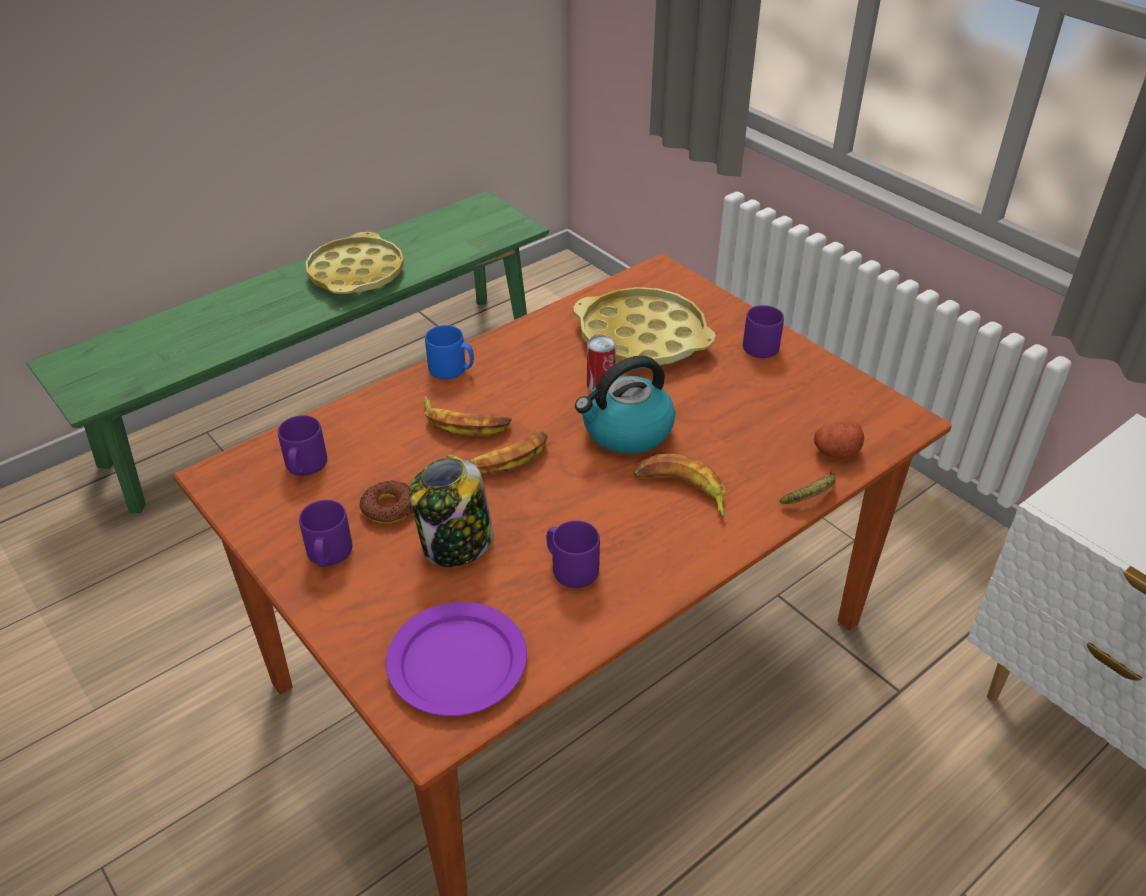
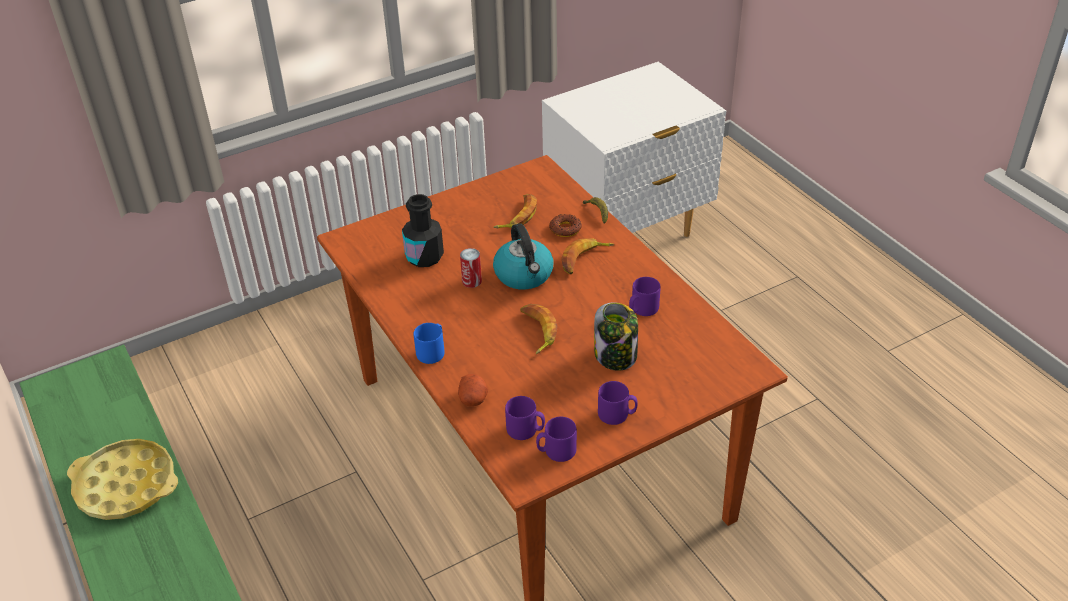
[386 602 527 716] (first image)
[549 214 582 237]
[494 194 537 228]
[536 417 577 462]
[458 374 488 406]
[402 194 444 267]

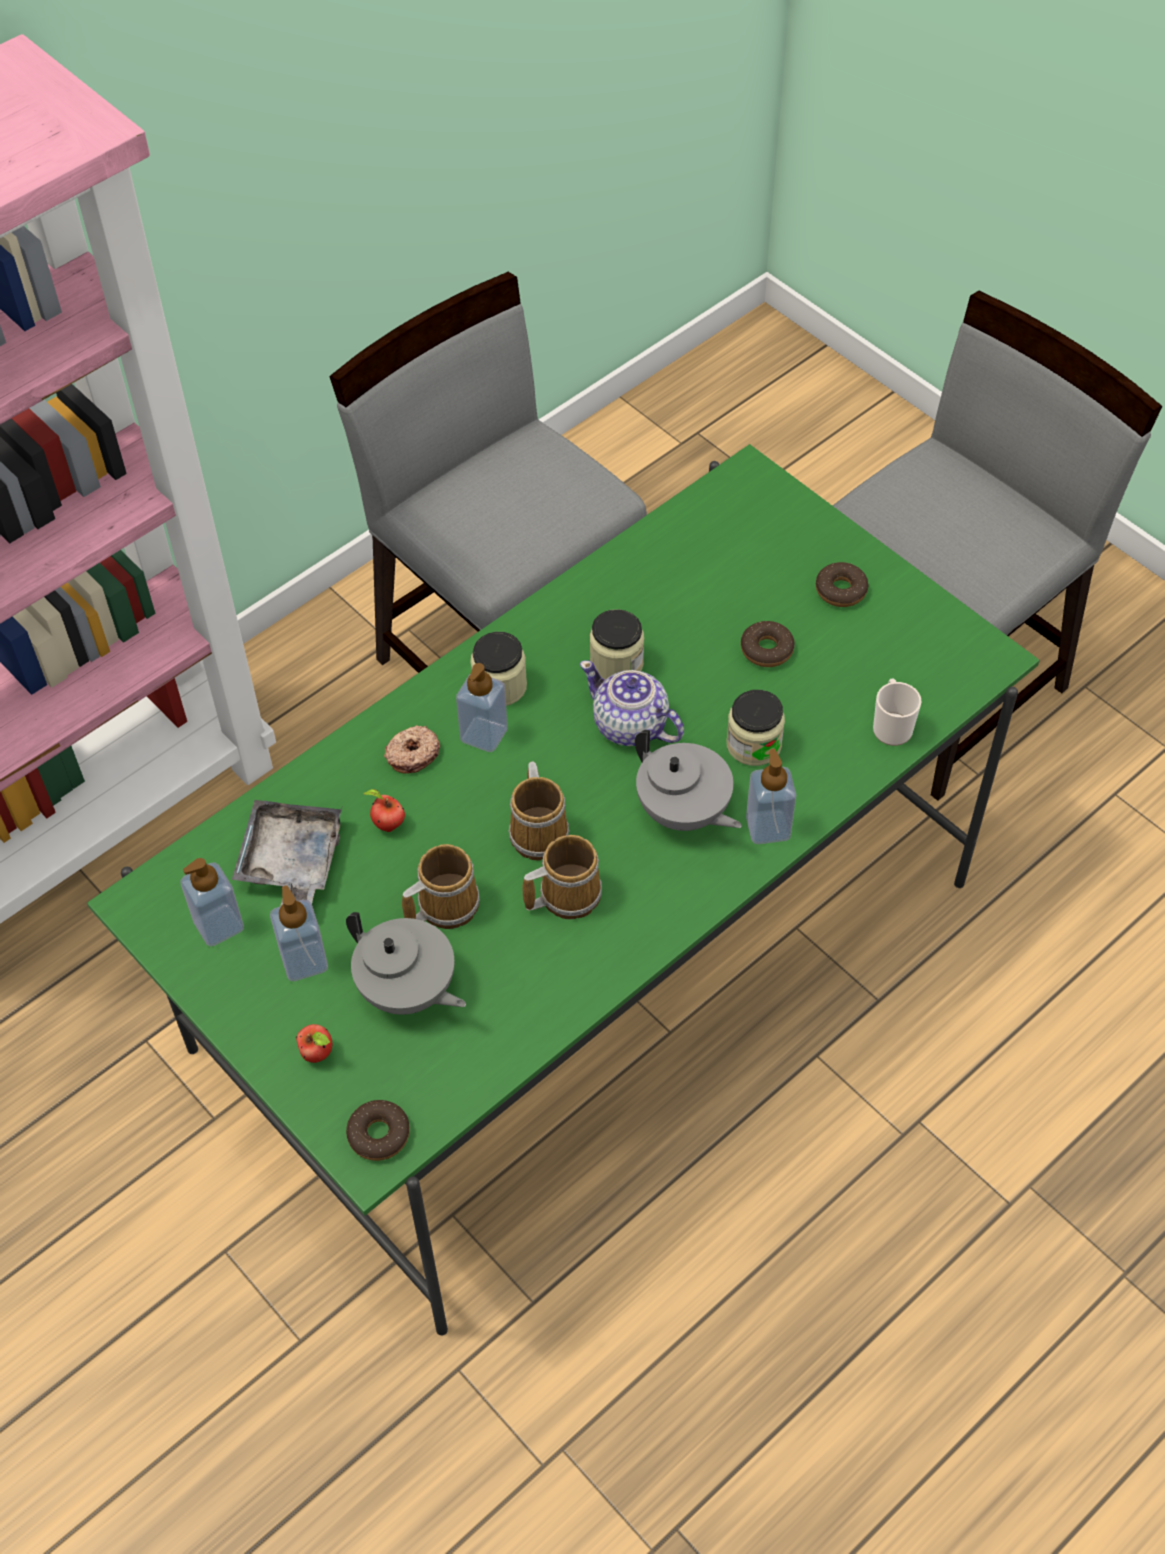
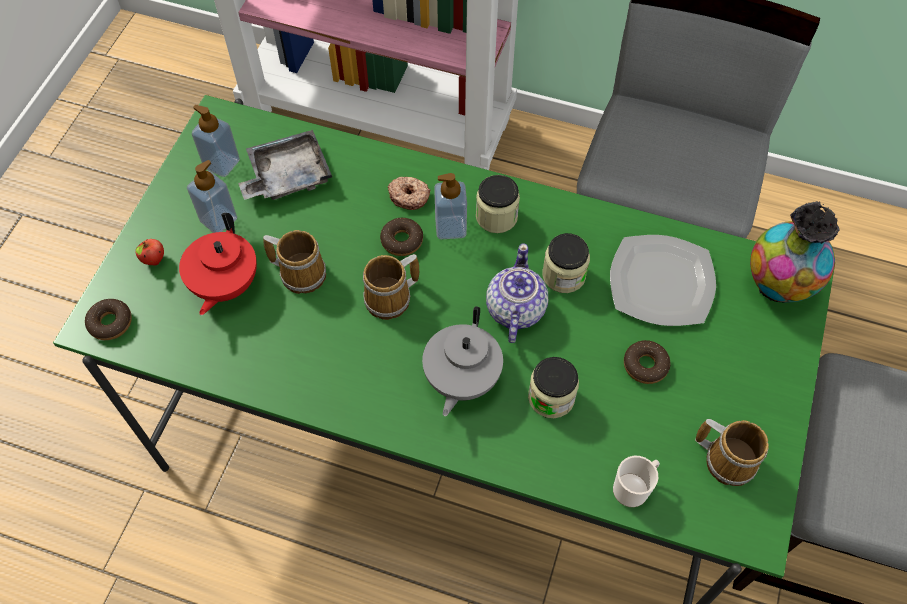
[363 789 405 832] (first image)
[746 749 796 844] (first image)
[610 235 716 326]
[750 201 839 303]
[695 419 769 486]
[380 218 423 256]
[179 213 257 315]

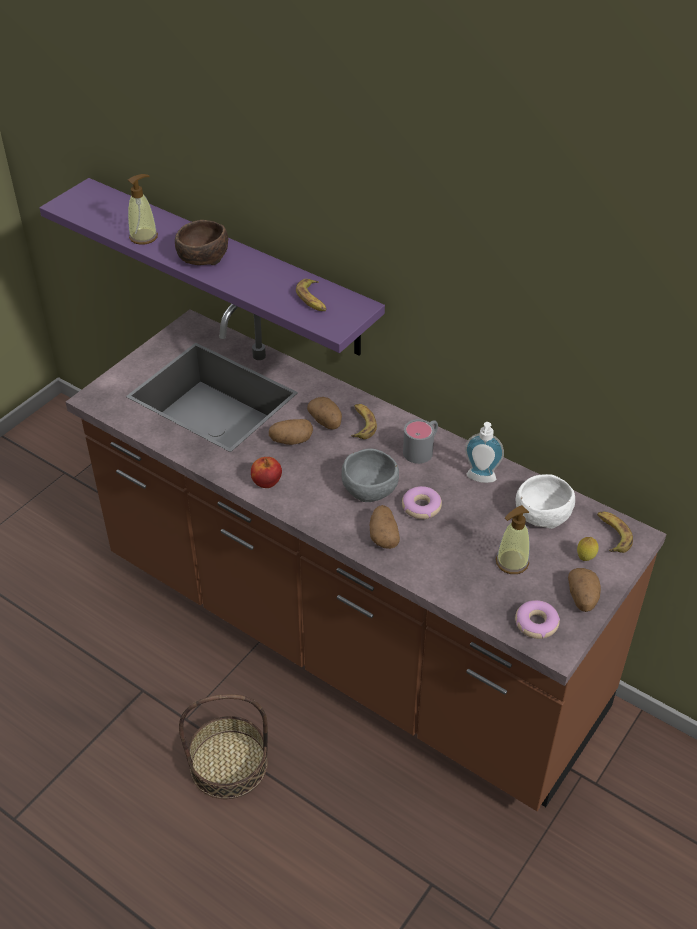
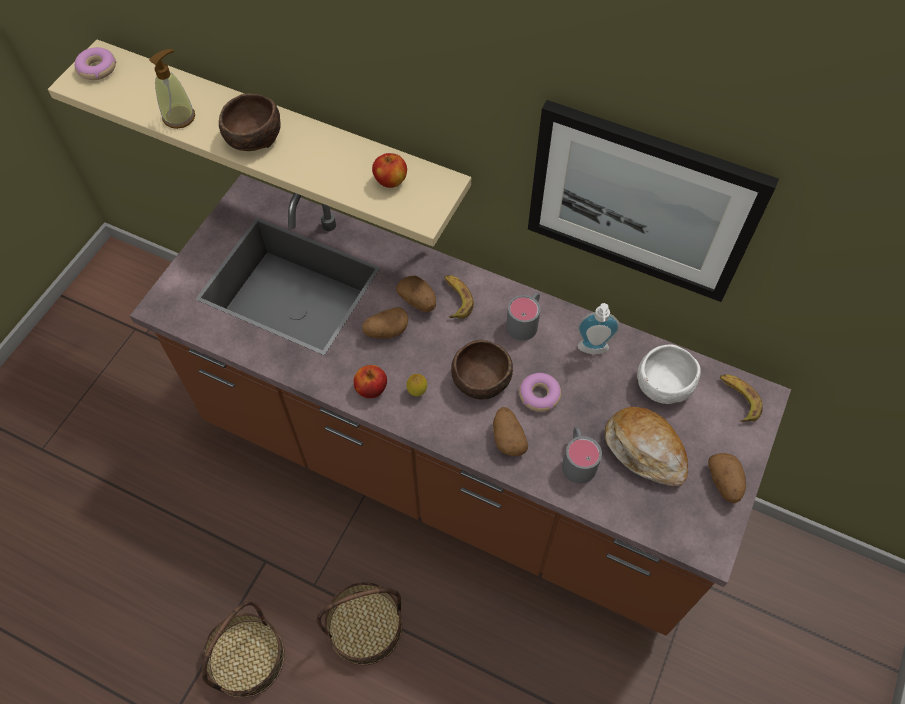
[201 601 285 698]
[528 100 779 302]
[562 427 602 483]
[75 47 116 80]
[407 374 427 397]
[372 153 407 188]
[605 407 688 486]
[48 40 471 247]
[451 340 513 400]

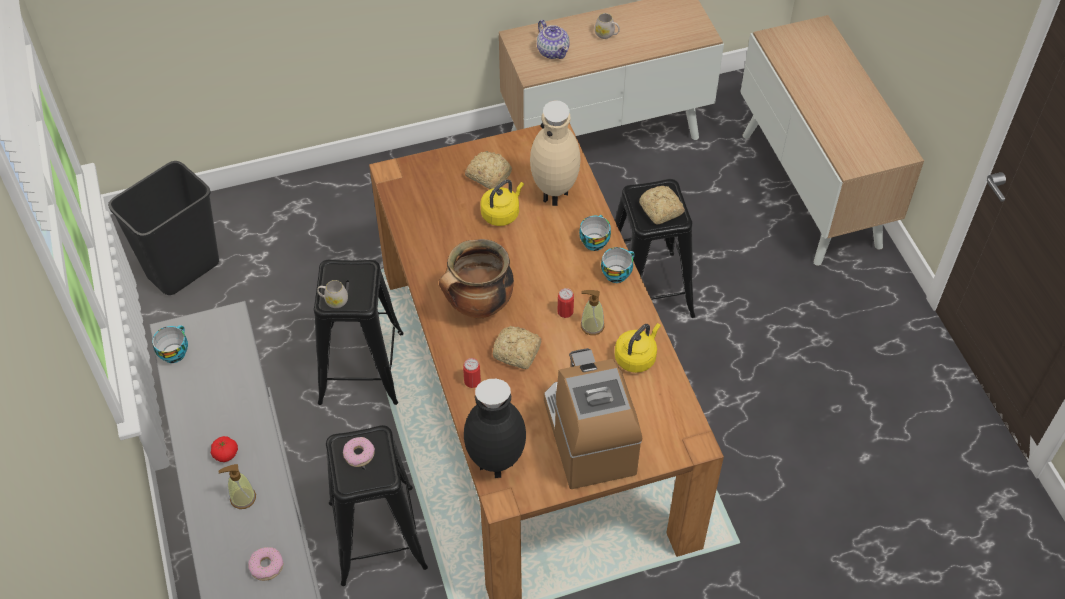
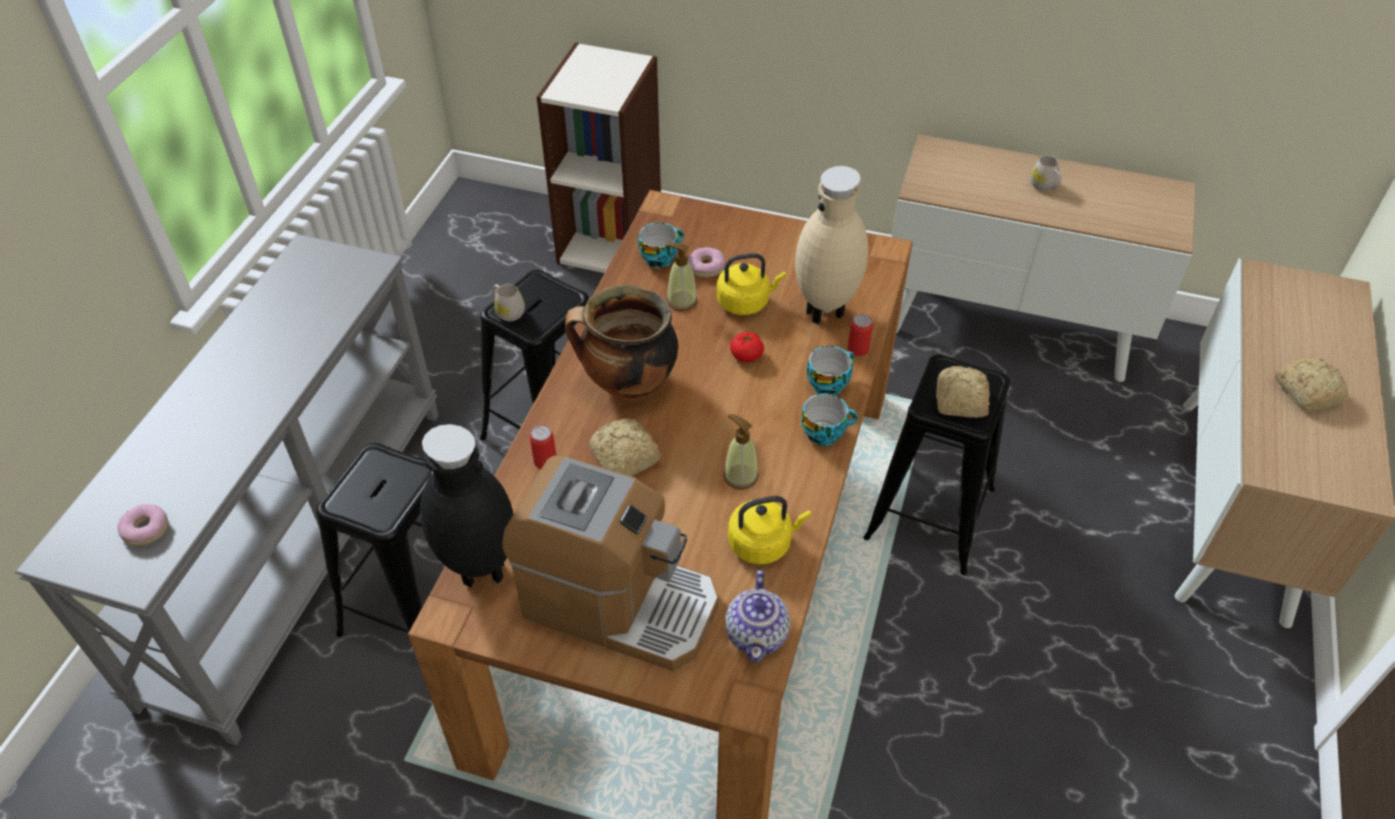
[108 161 219 295] (first image)
[537 42 661 273]
[638 222 684 268]
[730 332 764 362]
[665 242 697 311]
[688 247 725 278]
[1275 357 1348 411]
[725 570 790 663]
[848 314 873 356]
[502 456 718 671]

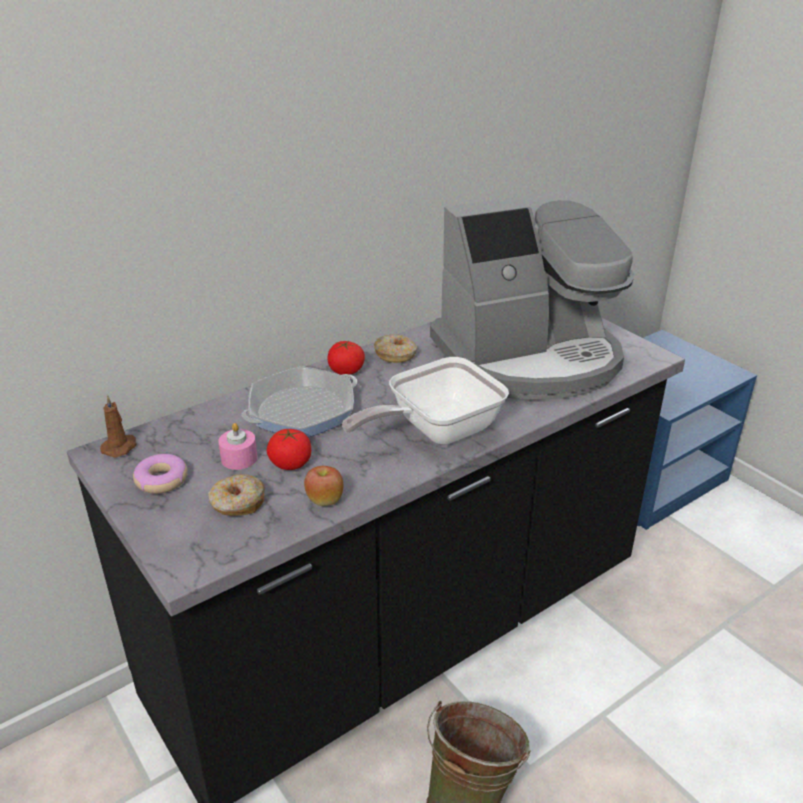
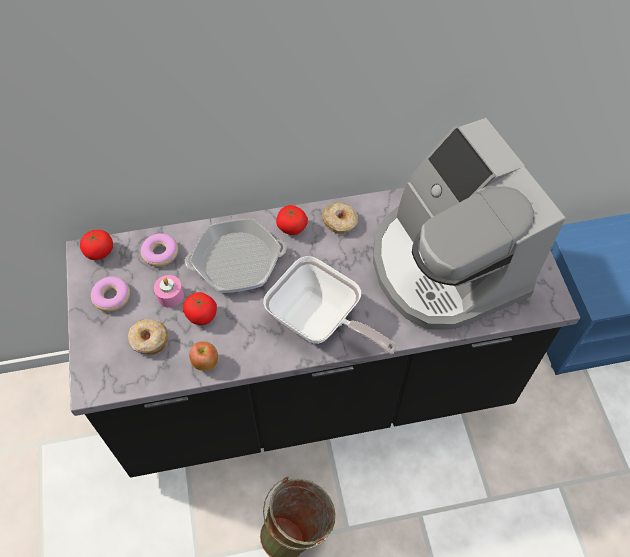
[141 234 178 267]
[80 230 113 260]
[263 256 396 354]
[373 118 566 330]

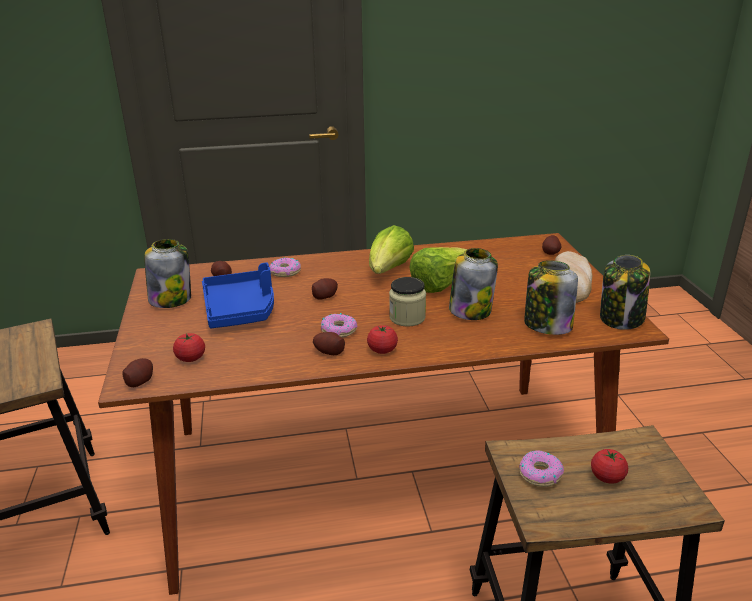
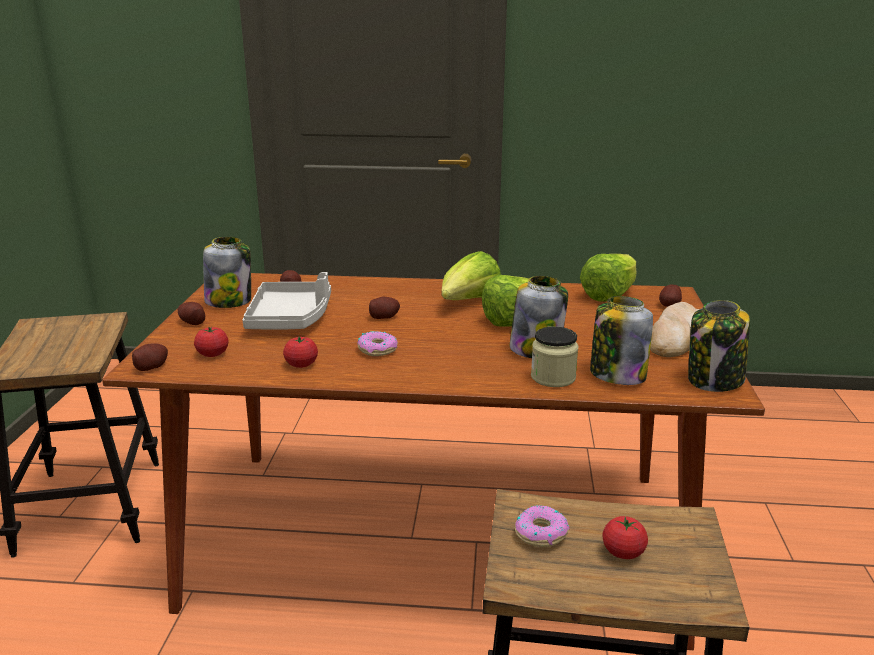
[269 258 301 277] (first image)
[580 254 637 302]
[177 302 205 325]
[283 337 318 368]
[531 326 578 387]
[242 272 331 330]

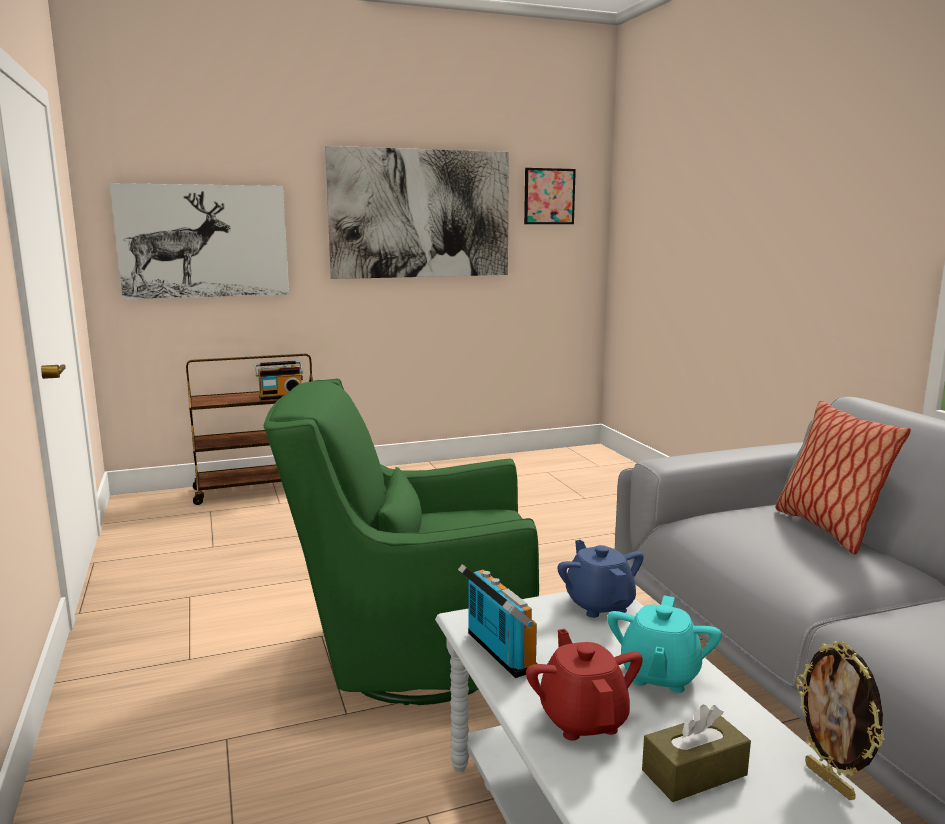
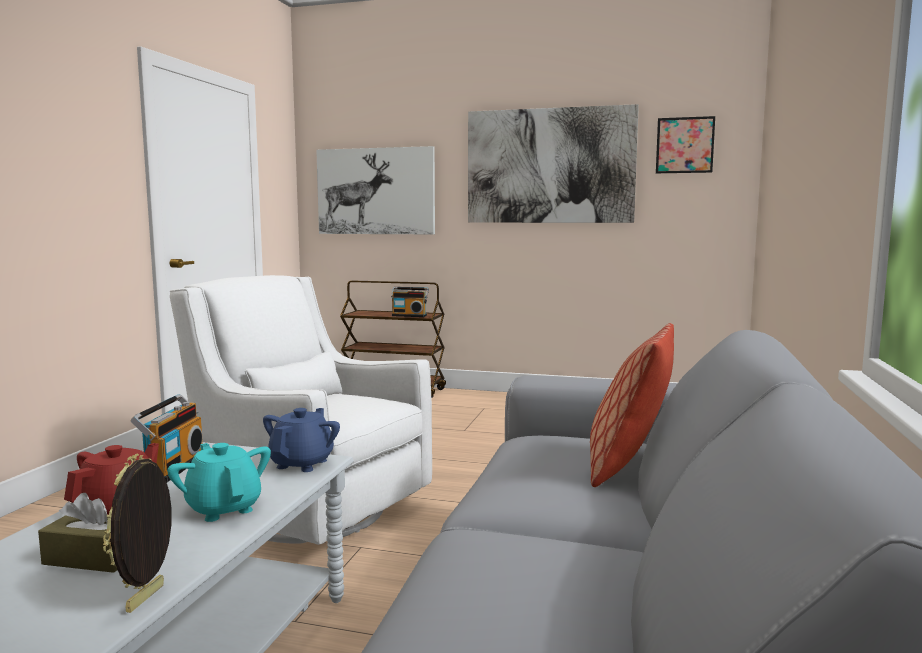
[170 275 432 545]
[167 443 271 522]

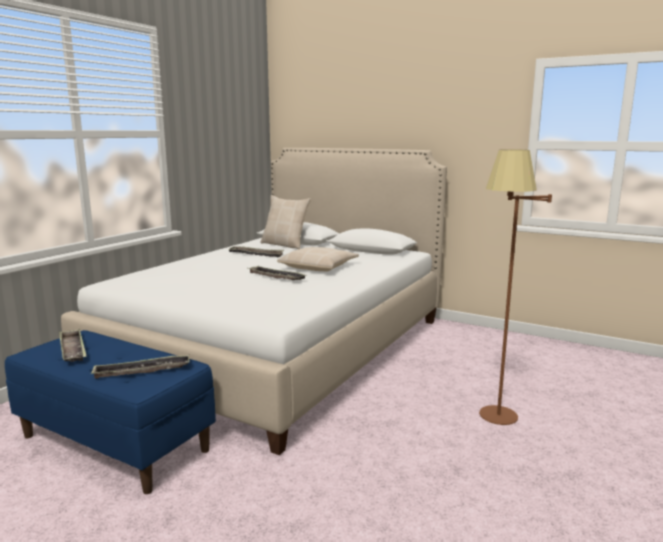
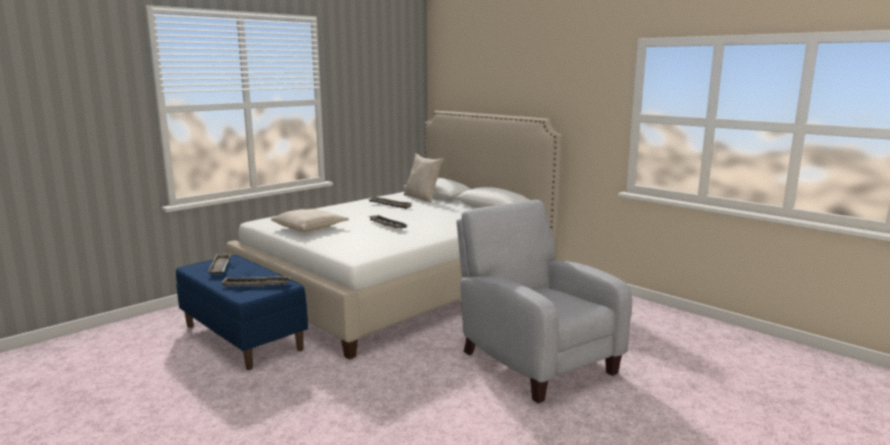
[271 209 349 232]
[457 200 632 403]

